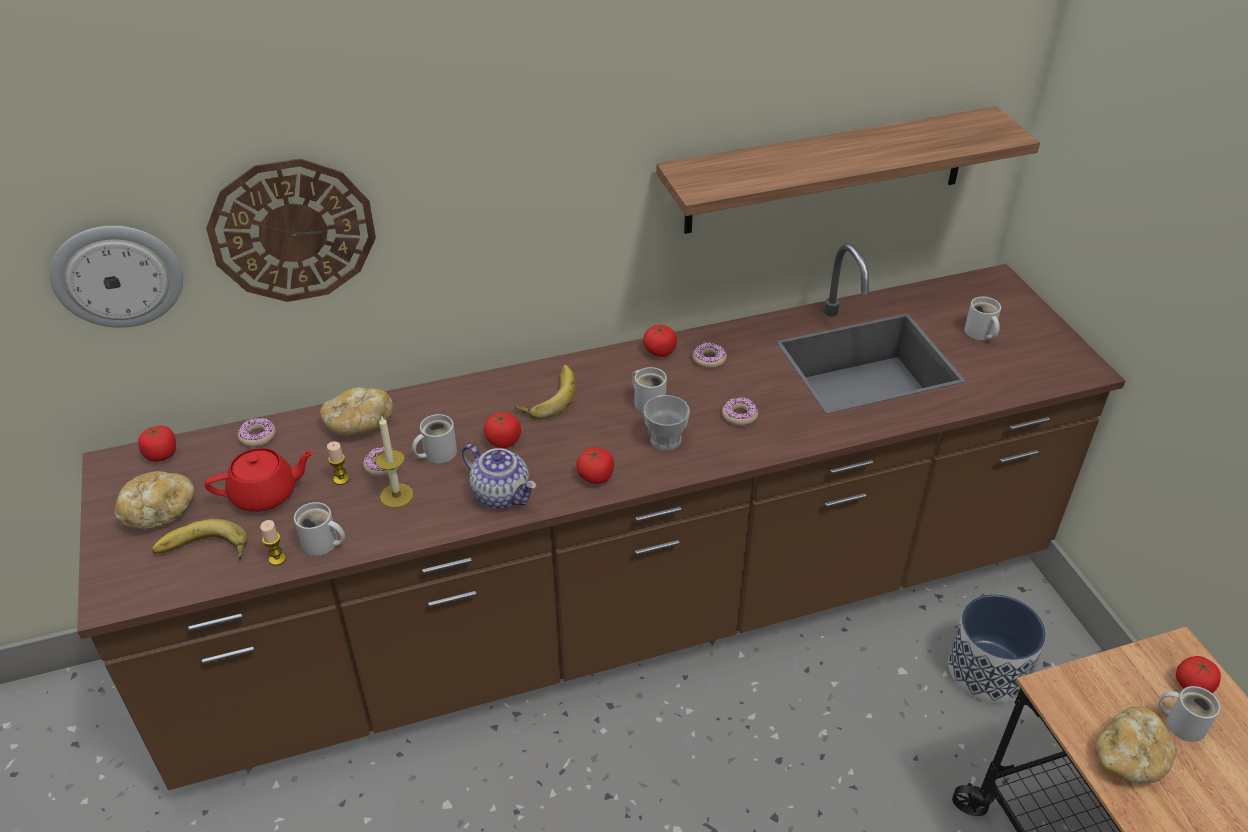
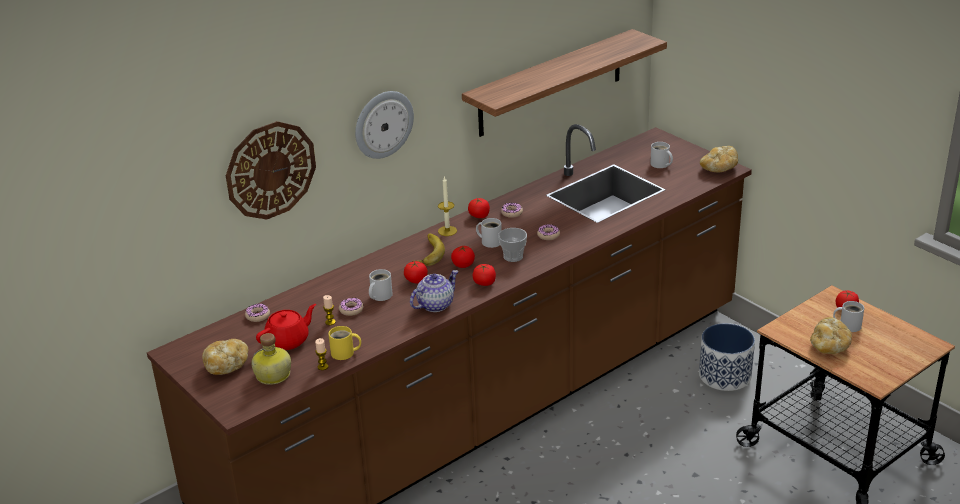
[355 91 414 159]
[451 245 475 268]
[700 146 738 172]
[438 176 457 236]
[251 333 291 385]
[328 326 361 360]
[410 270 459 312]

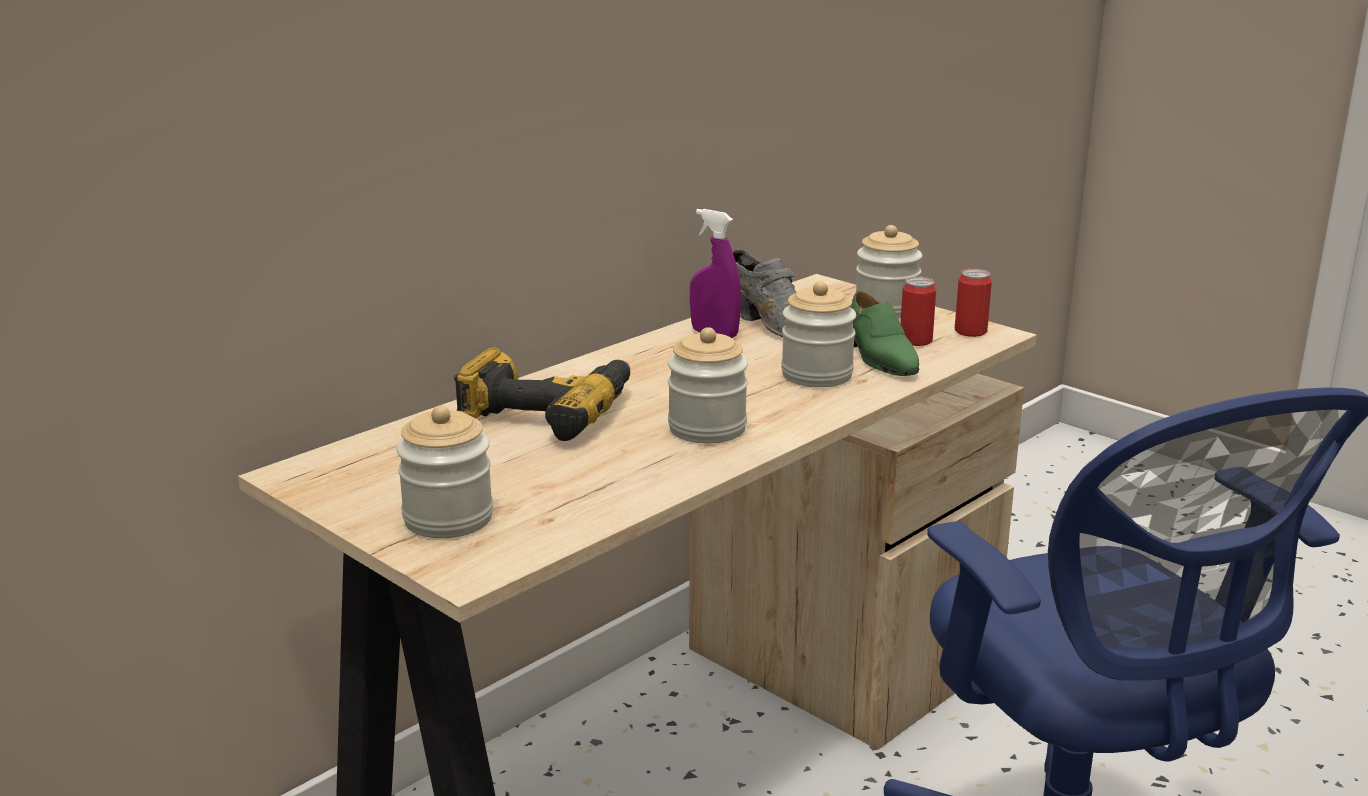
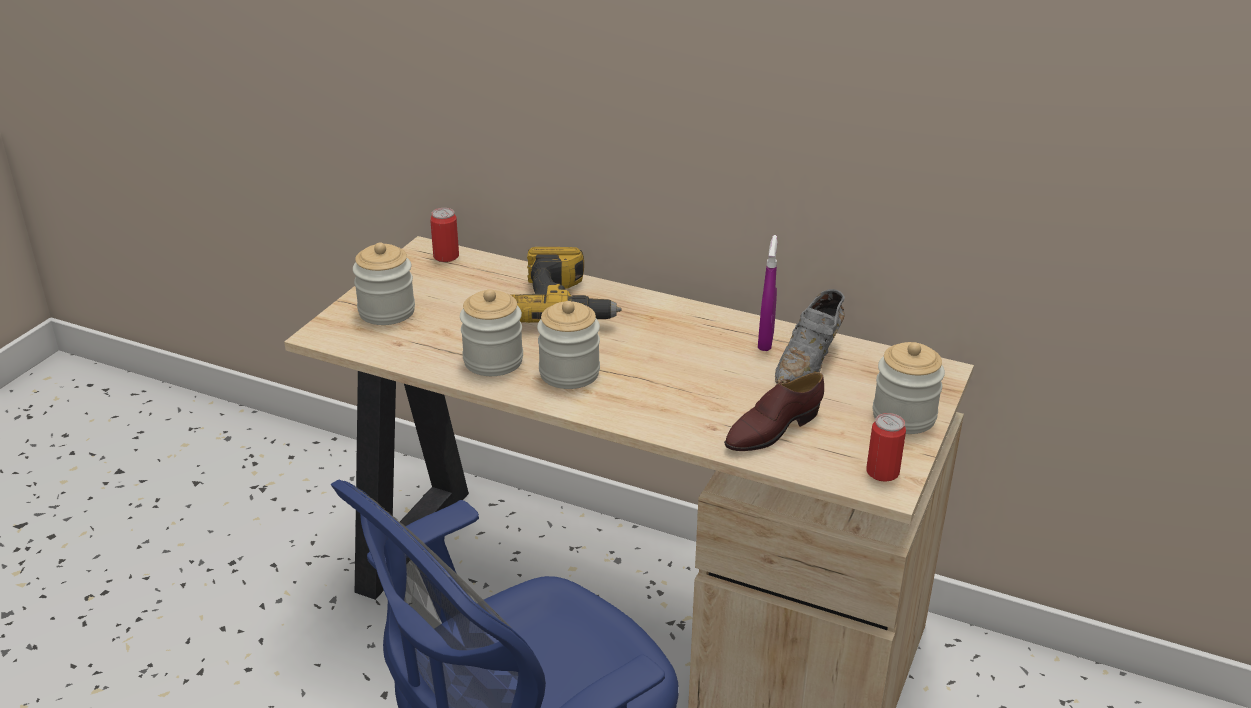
[460 289 523 376]
[430 208 459 262]
[724 372 824 451]

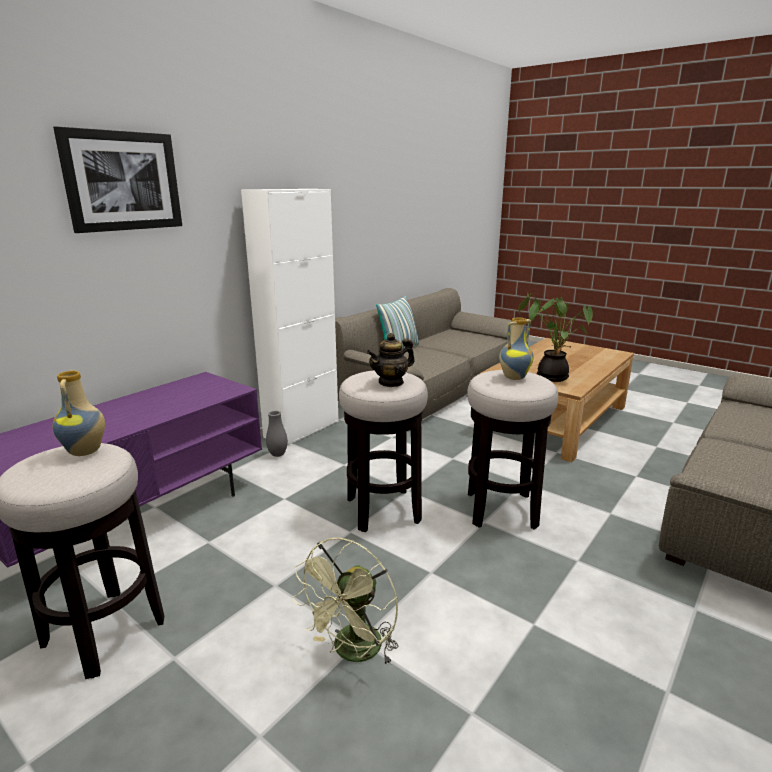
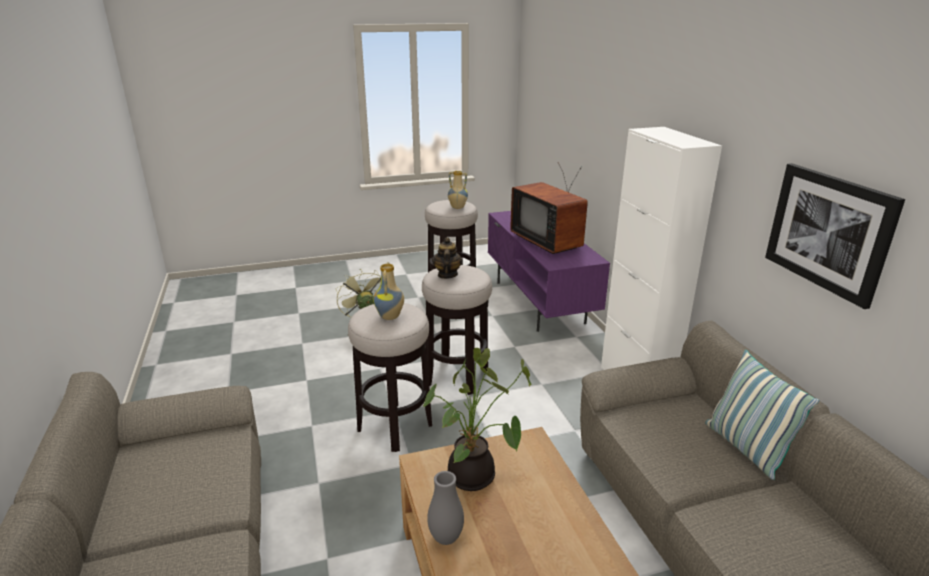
[510 163 588 254]
[765 163 905 309]
[427 471 464 545]

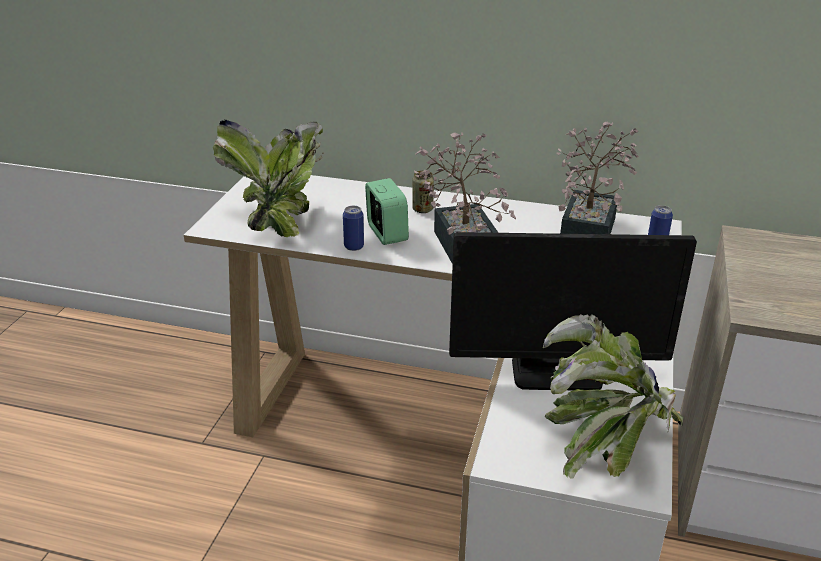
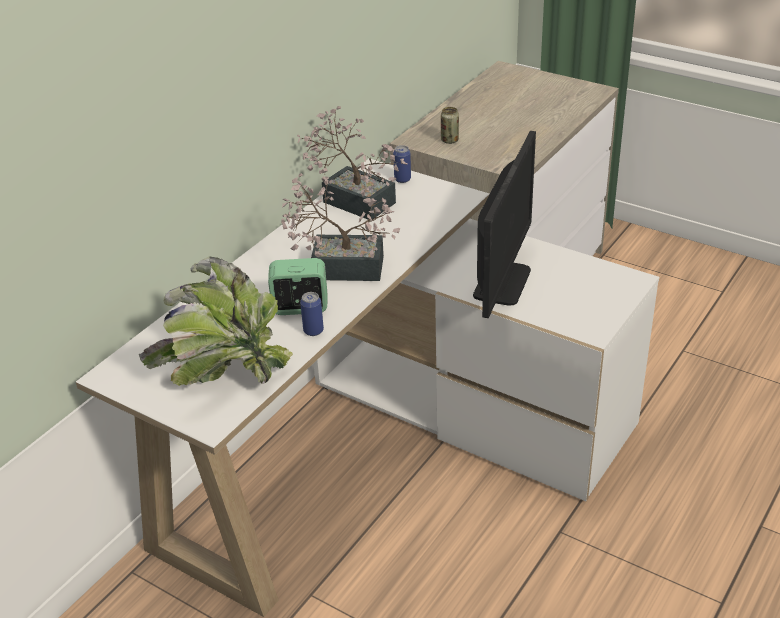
[543 314 683 478] (first image)
[441 107 459 144]

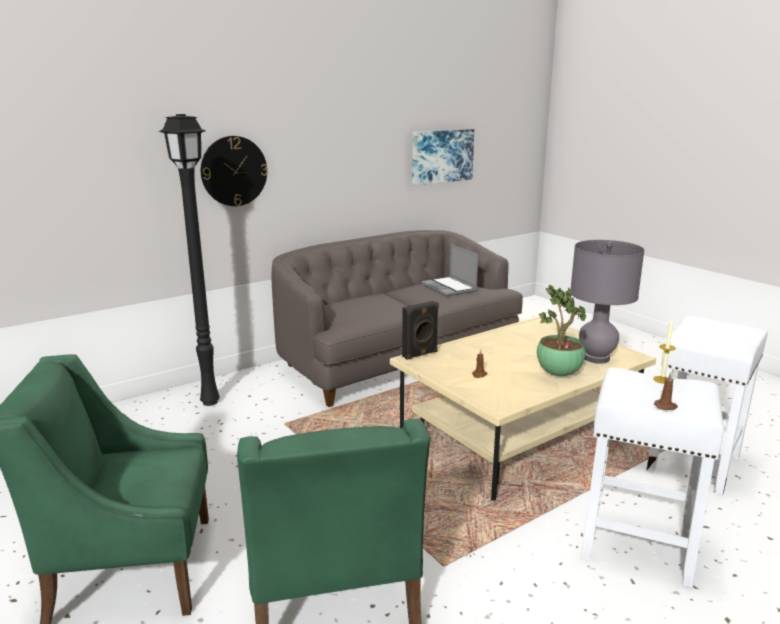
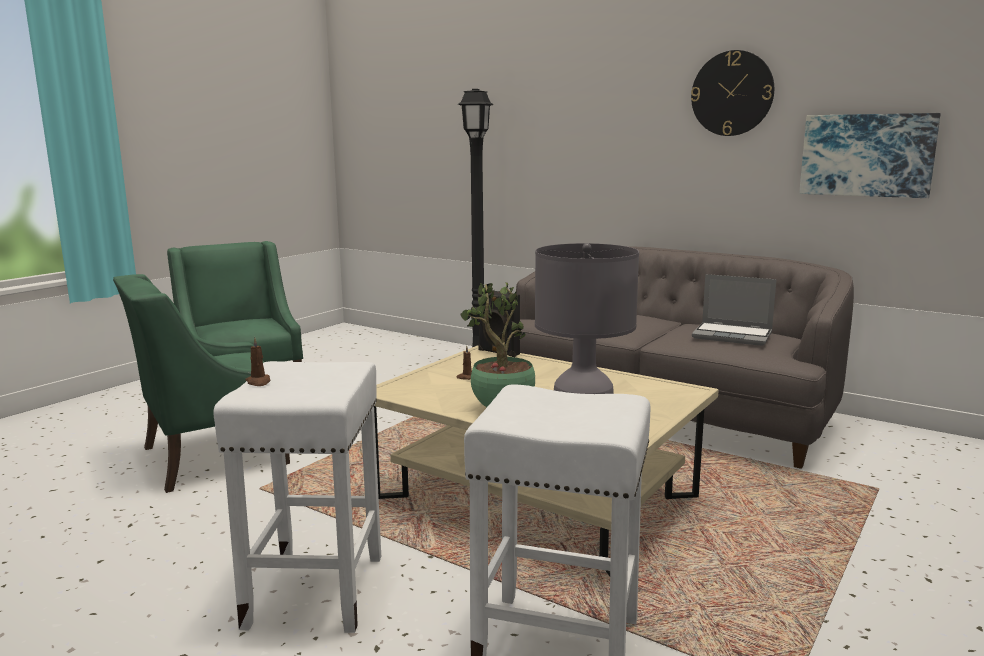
[653 320 676 384] (first image)
[691 50 774 136]
[692 274 776 346]

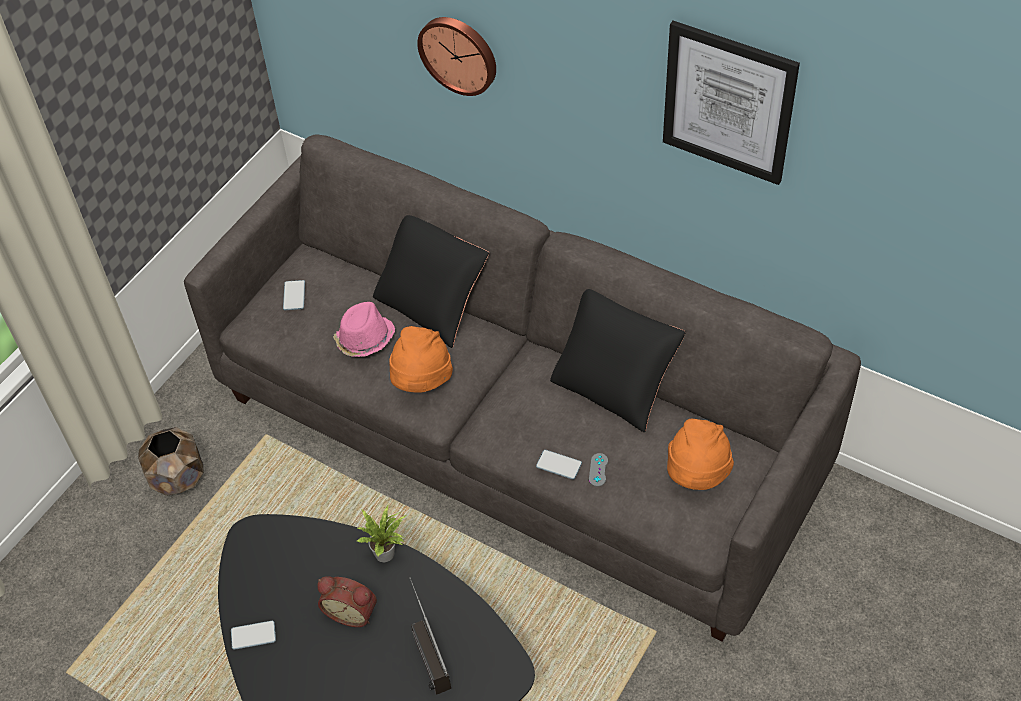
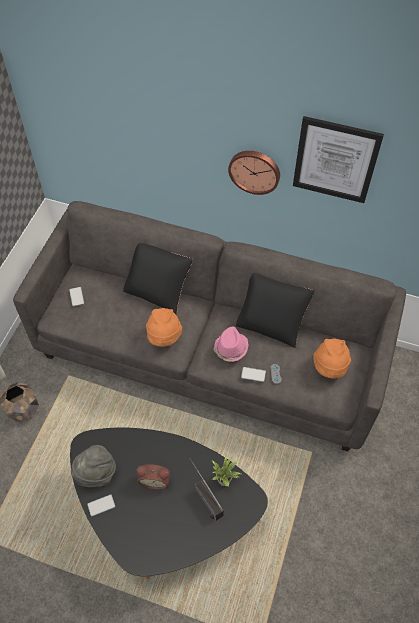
[71 445 116 487]
[213 326 249 362]
[211 455 241 487]
[228 151 280 195]

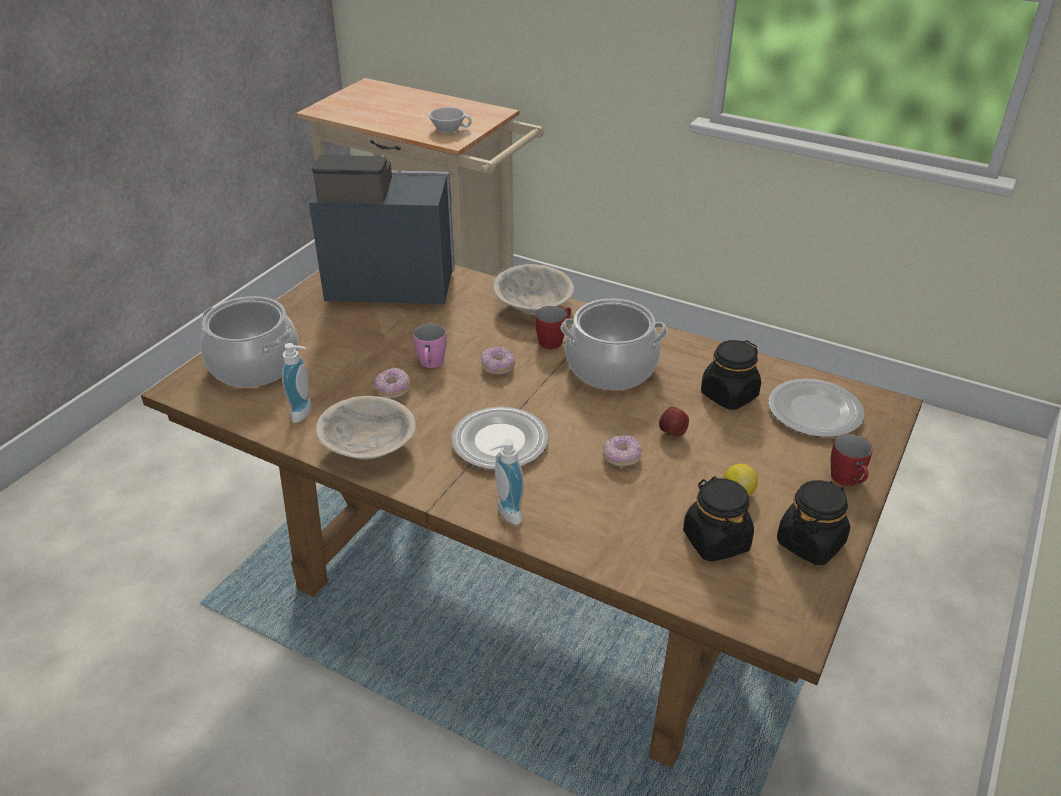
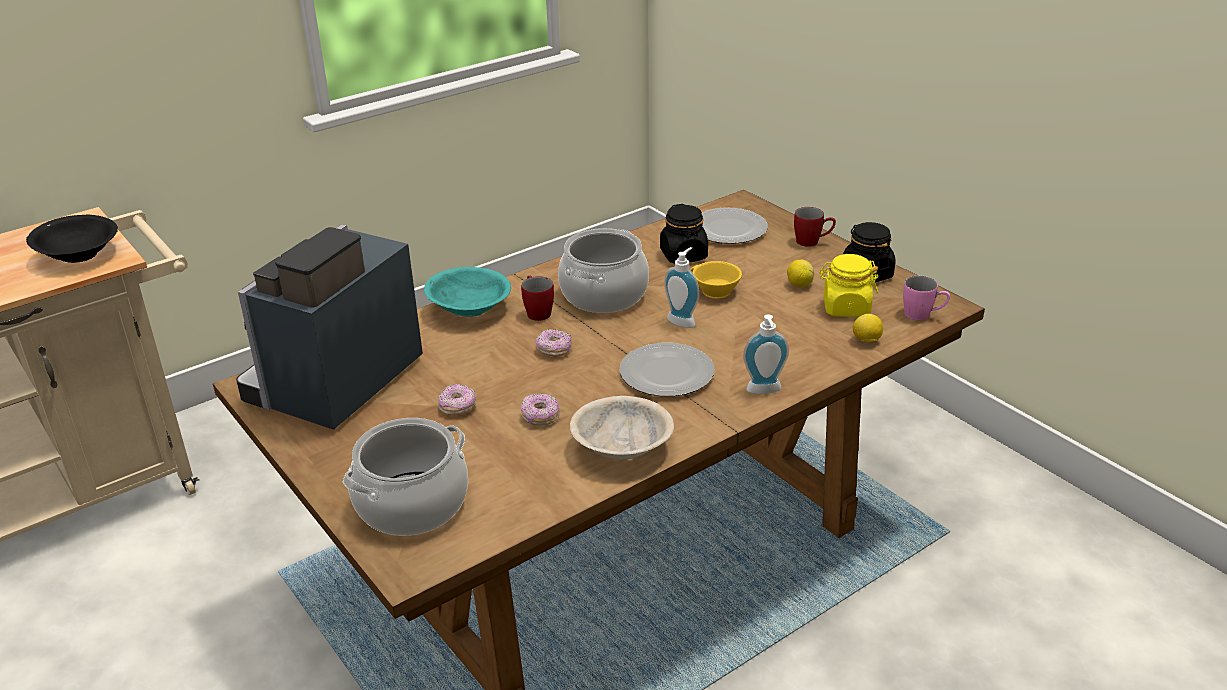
[853 314 883 342]
[664 247 699 328]
[903 276 950 320]
[438 384 476 415]
[26 215 118 263]
[690 261 742 299]
[424 267 511 317]
[819 254 878 317]

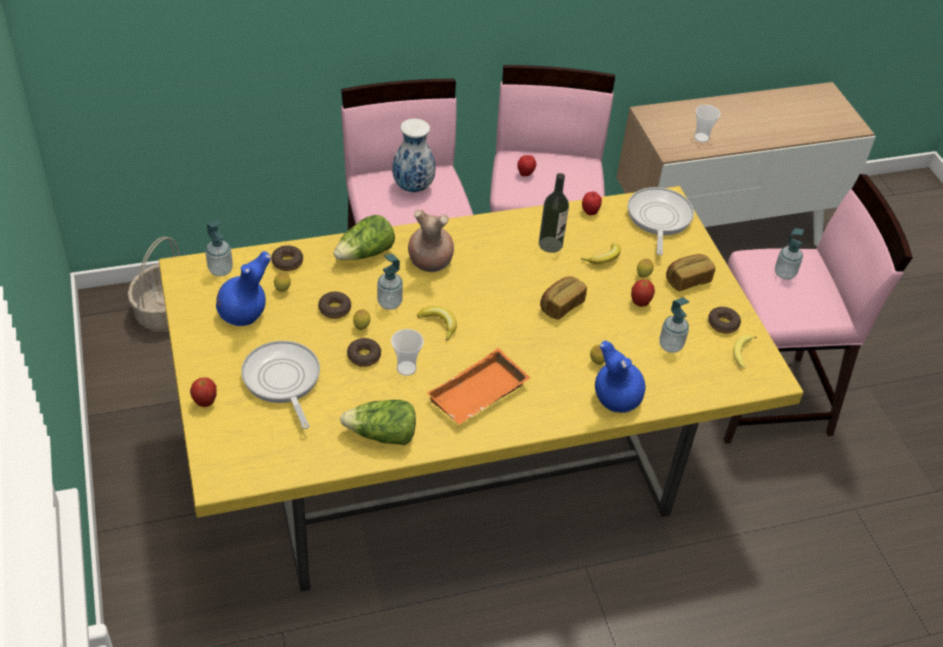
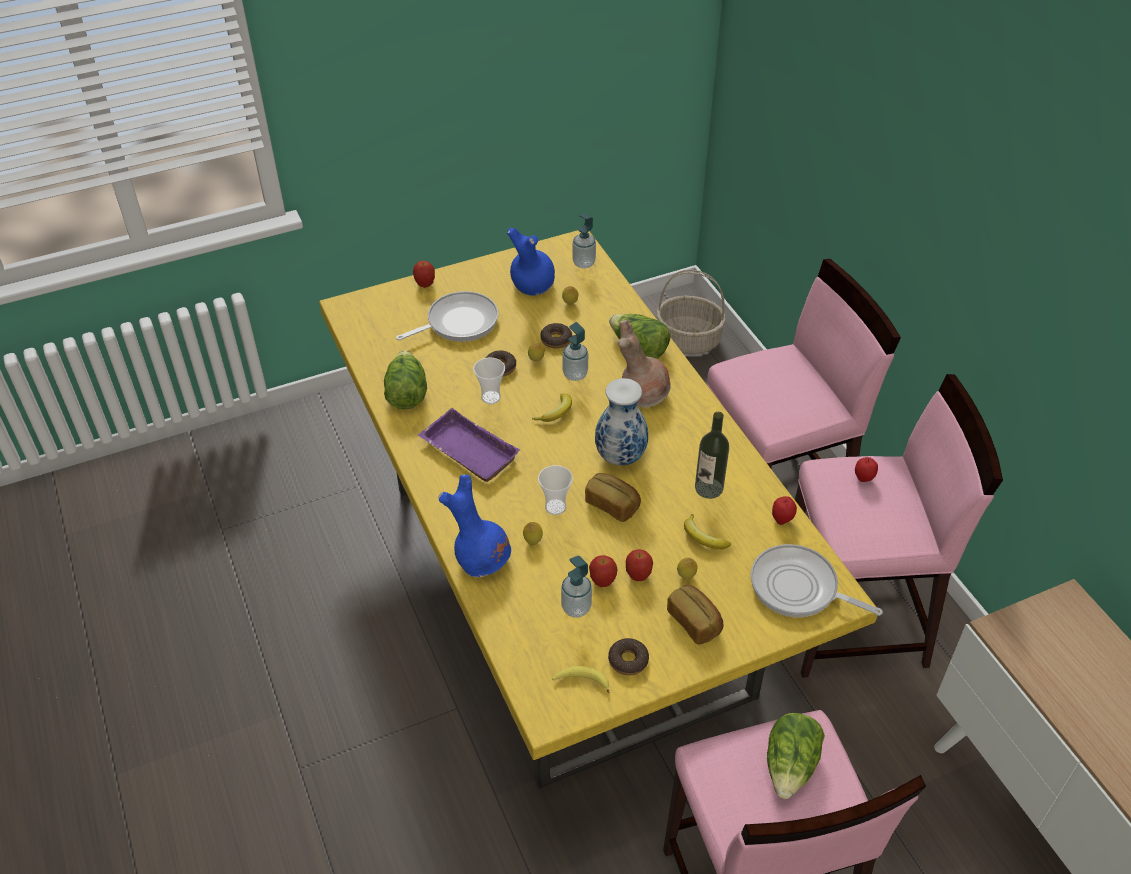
[271 245 303 271] (first image)
[589 555 618 587]
[595 378 648 466]
[538 465 573 515]
[767 713 825 799]
[418 408 520 482]
[751 544 883 617]

